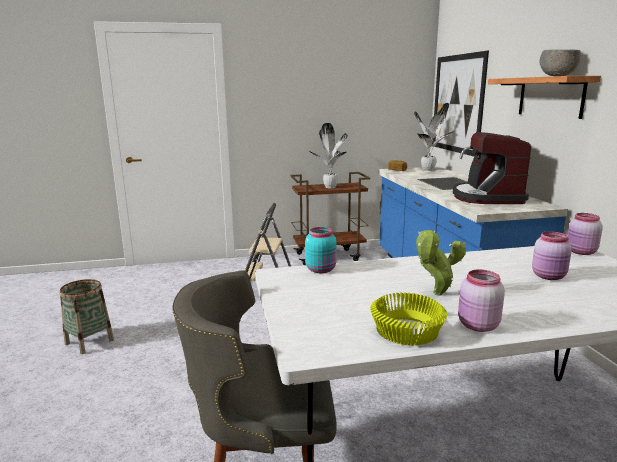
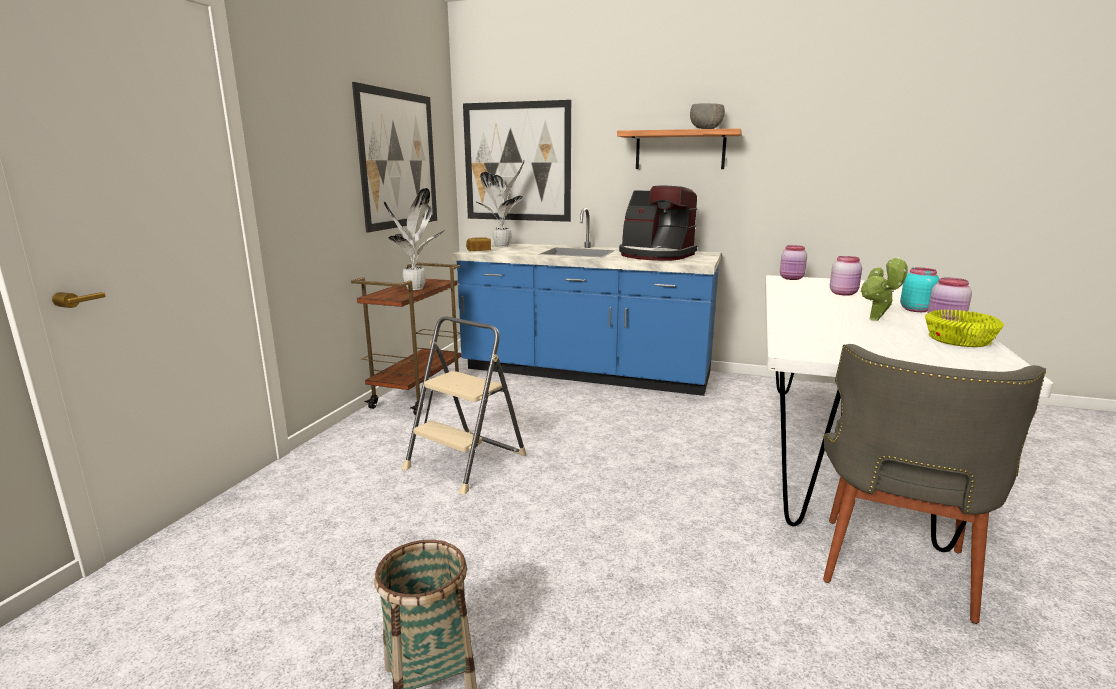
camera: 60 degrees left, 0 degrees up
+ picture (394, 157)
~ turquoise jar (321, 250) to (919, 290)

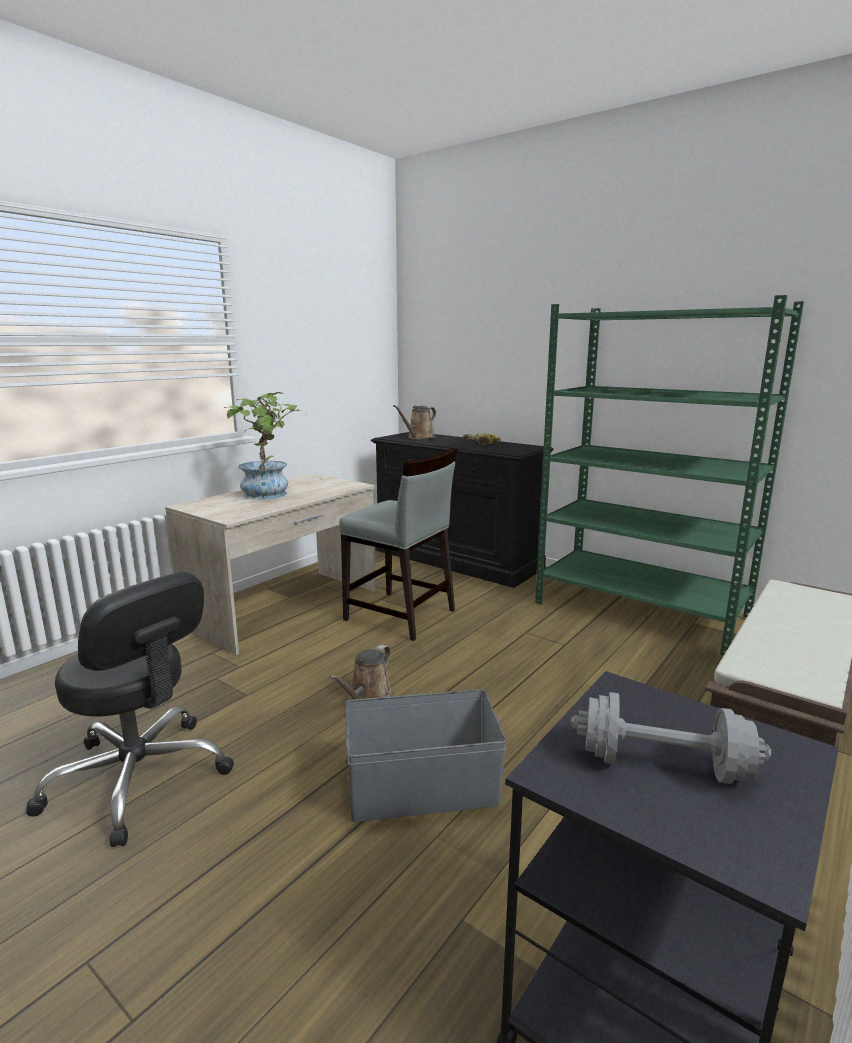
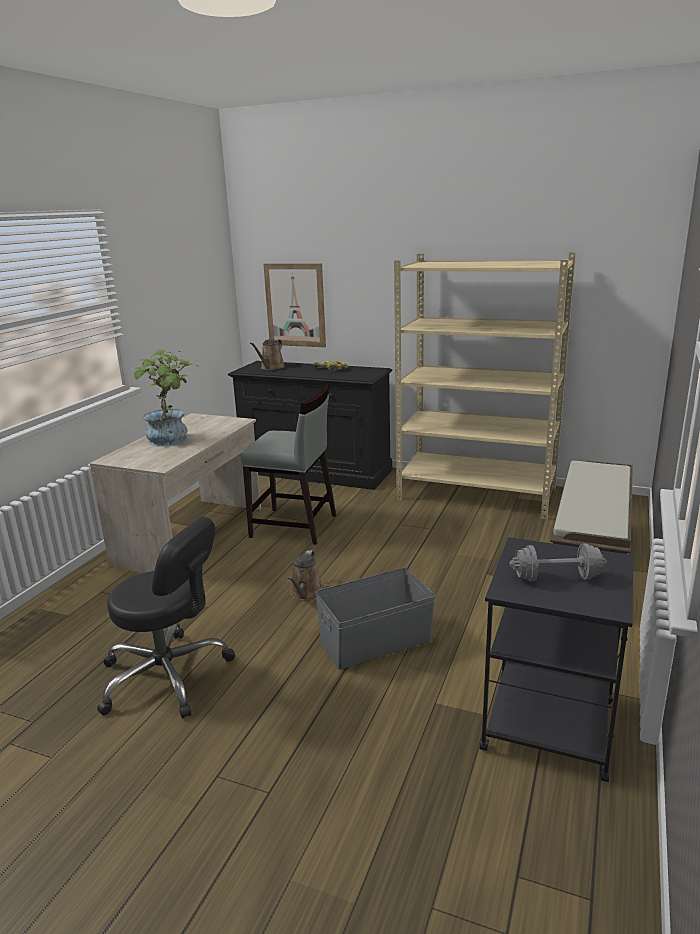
camera: 15 degrees left, 5 degrees up
+ picture (294, 305)
~ green bookcase (669, 475) to beige bookcase (485, 385)

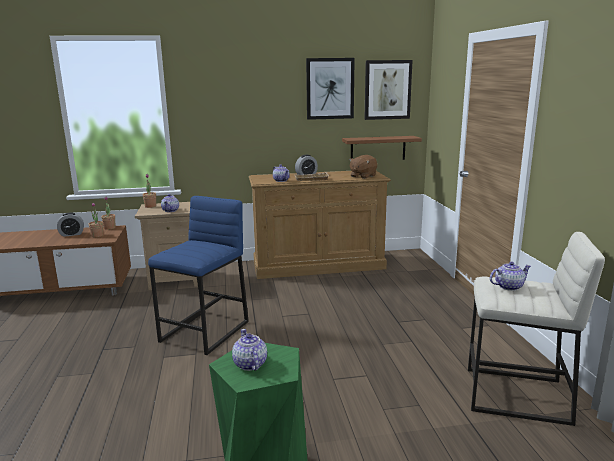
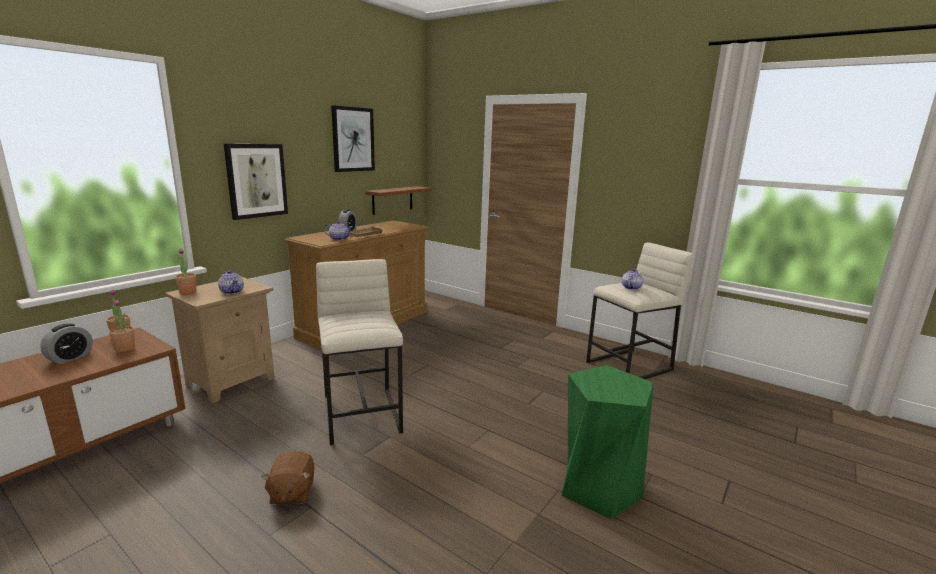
camera: 45 degrees left, 0 degrees up
~ picture (388, 90) to (256, 182)
~ brown plush toy (363, 167) to (288, 478)
~ blue stool (198, 275) to beige stool (359, 352)
- teapot (249, 350)

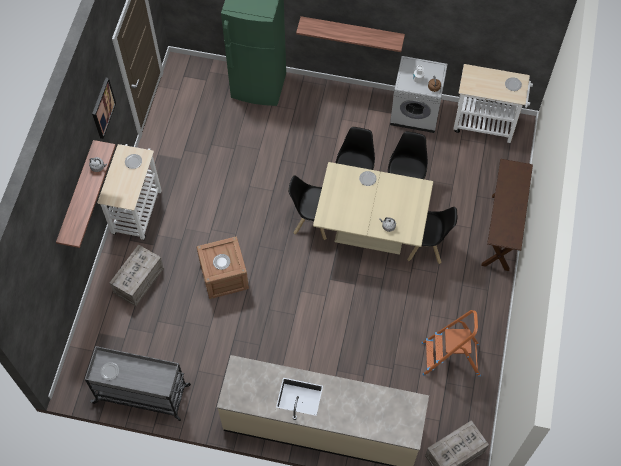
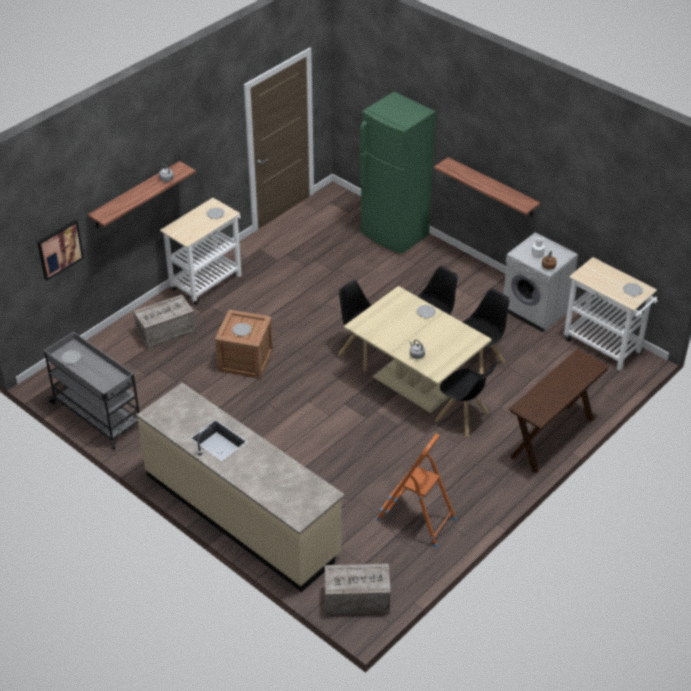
camera: 30 degrees right, 20 degrees down
~ picture (104, 108) to (60, 250)

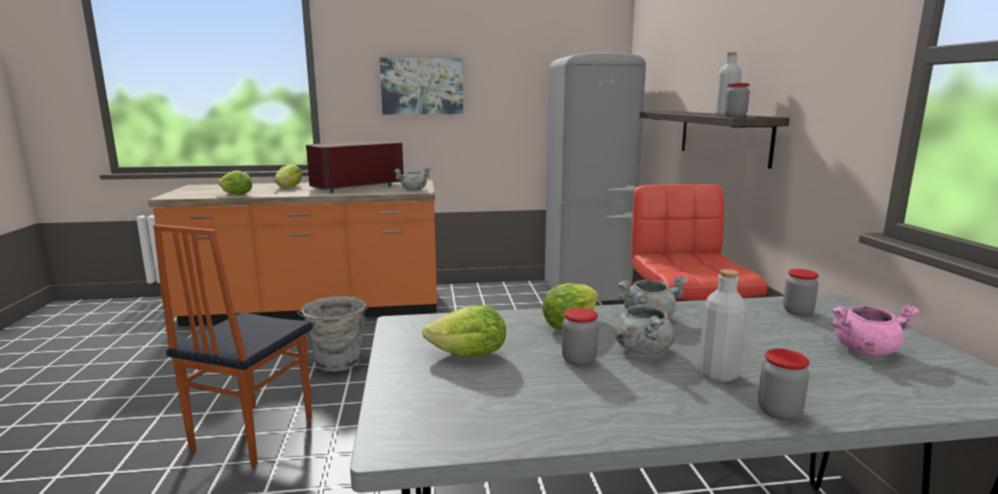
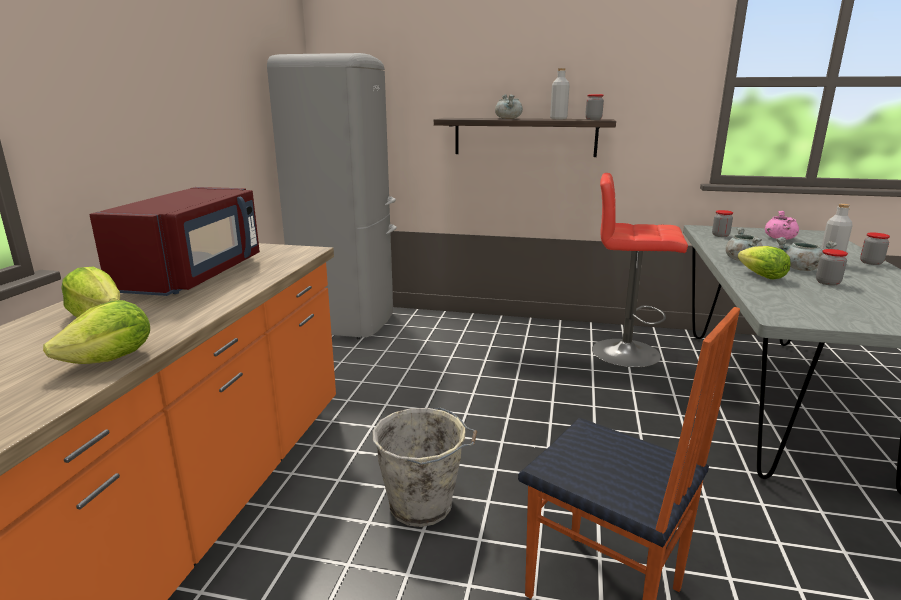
camera: 70 degrees left, 5 degrees up
~ red microwave (355, 166) = (174, 241) 150 degrees counterclockwise
~ grey cooking pot (412, 179) to (509, 106)
- picture (421, 86)
- lettuce (464, 330)

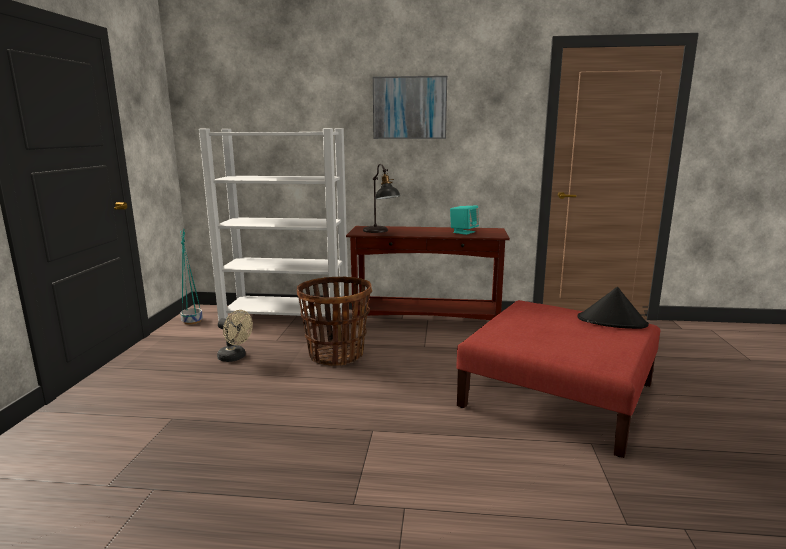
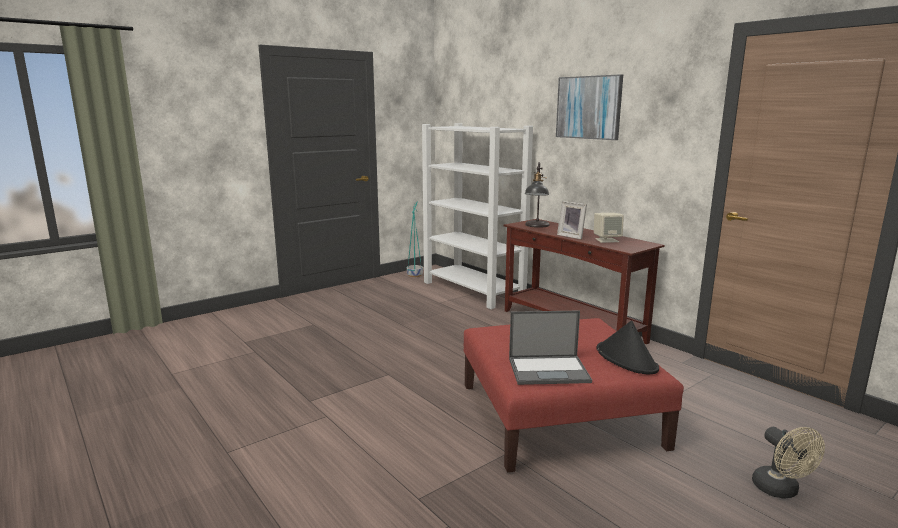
camera: 45 degrees right, 0 degrees up
+ laptop (550, 347)
+ picture frame (572, 220)
~ turquoise speaker (464, 220) to beige speaker (609, 228)
~ beige fan (235, 336) to (788, 463)
- basket (334, 321)

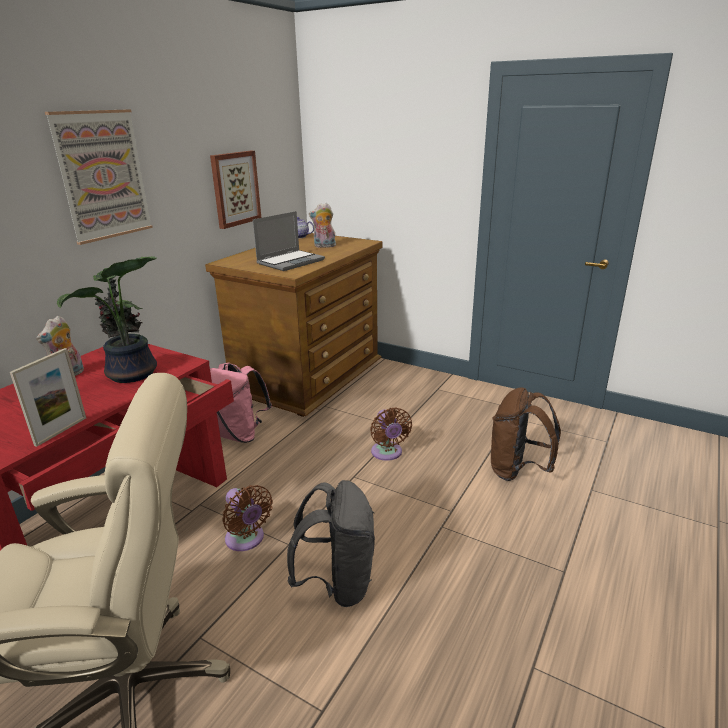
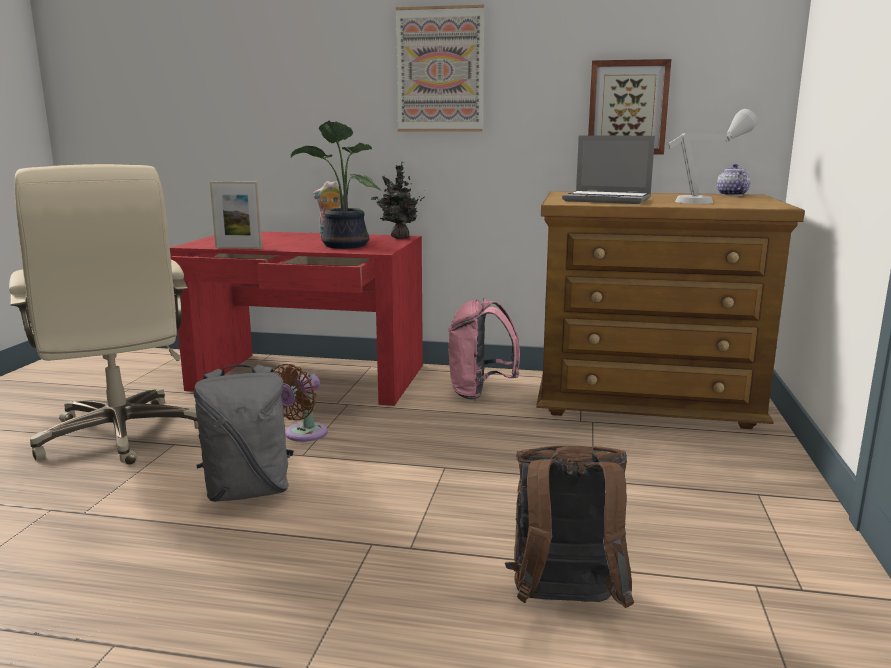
camera: 70 degrees right, 10 degrees down
~ plush toy (322, 225) to grey table lamp (713, 156)
- brown fan (391, 434)

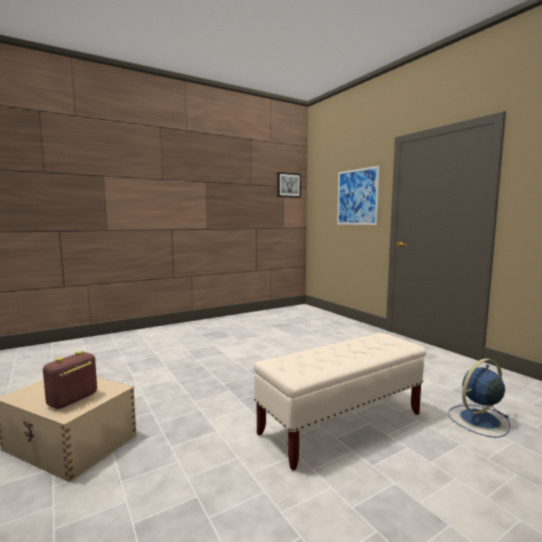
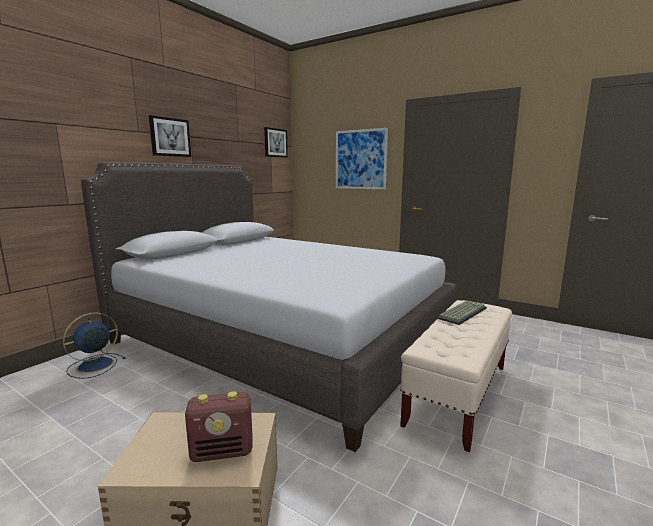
camera: 25 degrees left, 5 degrees up
~ blue fan (479, 398) to (94, 345)
+ grey bed (269, 307)
+ picture (170, 136)
~ radio (70, 380) = (219, 426) 105 degrees counterclockwise
+ keyboard (462, 312)

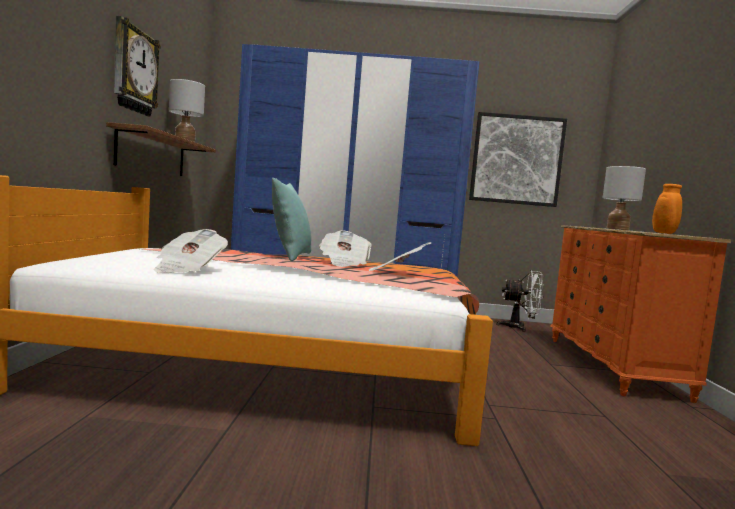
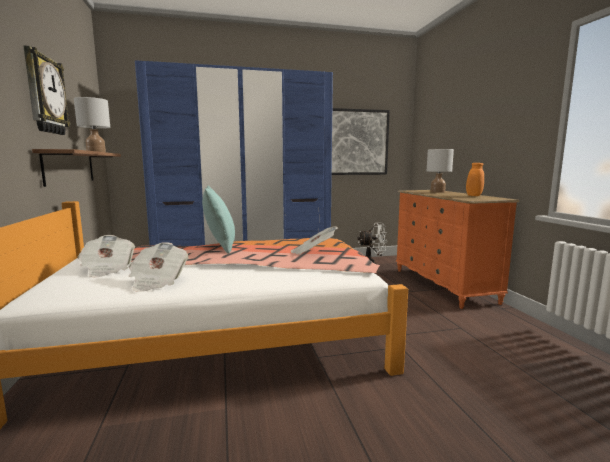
camera: 15 degrees left, 5 degrees up
~ newspaper (345, 248) to (106, 256)

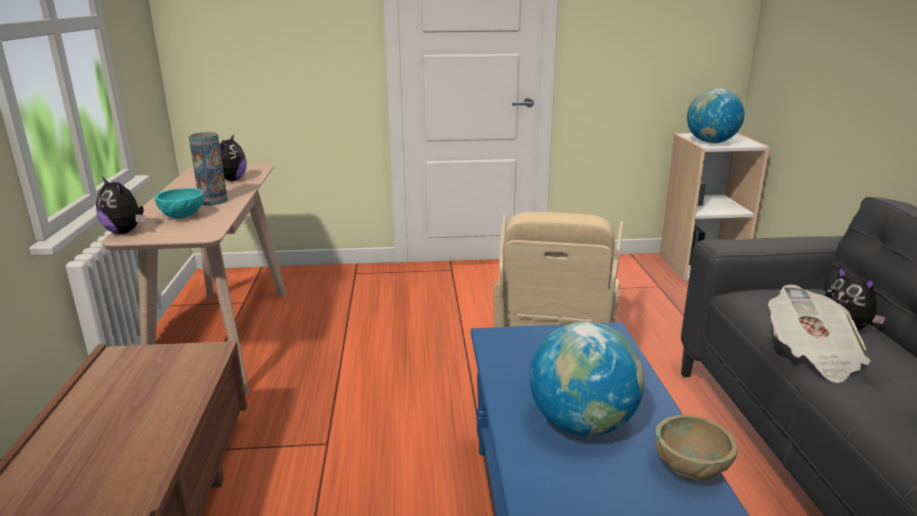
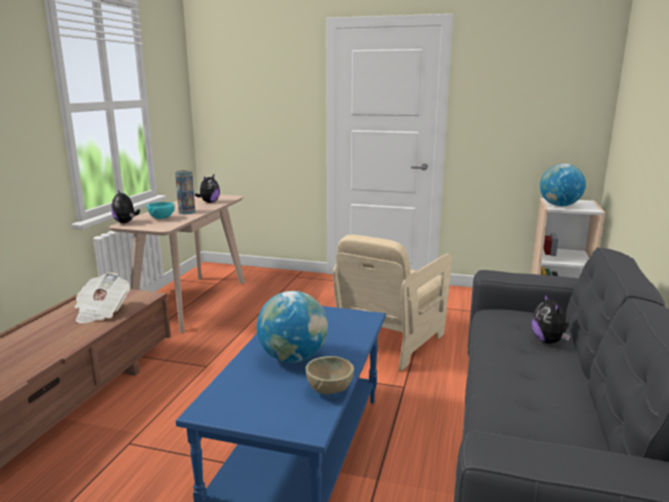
camera: 20 degrees right, 5 degrees down
~ newspaper (819, 334) to (102, 298)

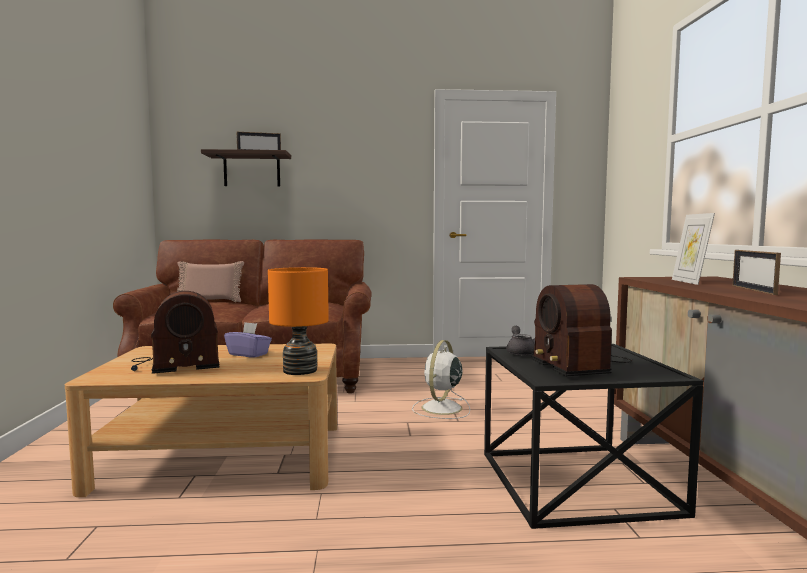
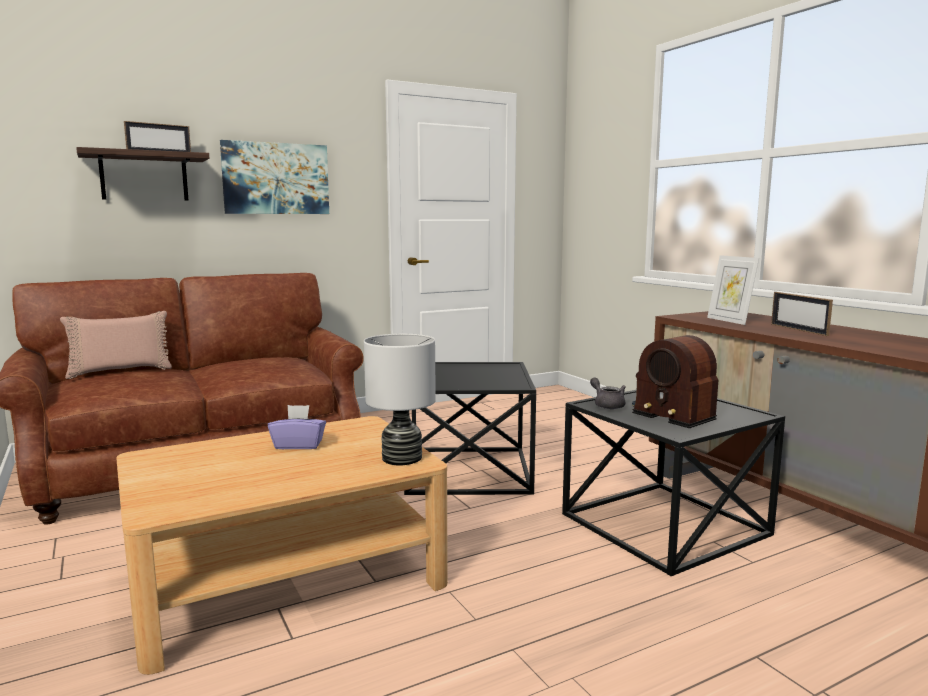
camera: 25 degrees left, 5 degrees up
+ picture (274, 177)
~ orange table lamp (298, 321) to grey table lamp (400, 400)
~ white fan (441, 379) to black side table (470, 428)
- radio (175, 332)

